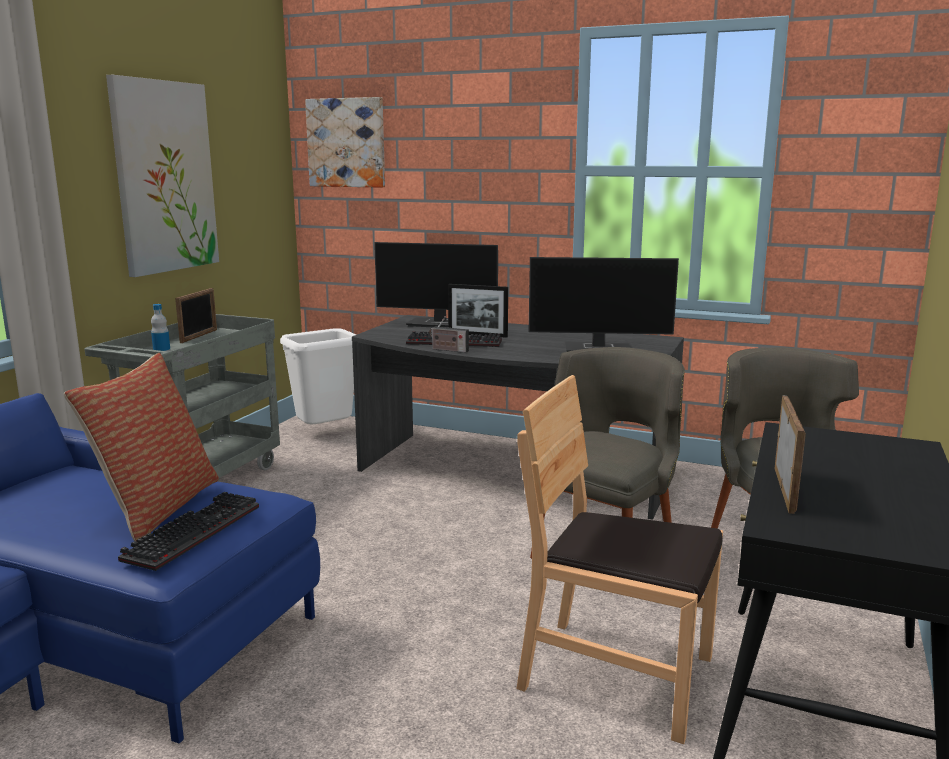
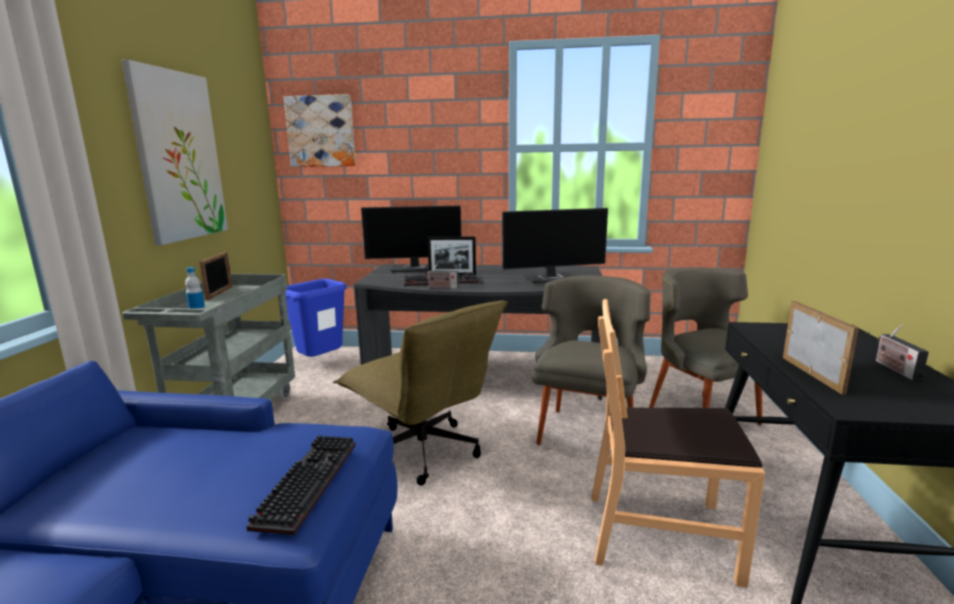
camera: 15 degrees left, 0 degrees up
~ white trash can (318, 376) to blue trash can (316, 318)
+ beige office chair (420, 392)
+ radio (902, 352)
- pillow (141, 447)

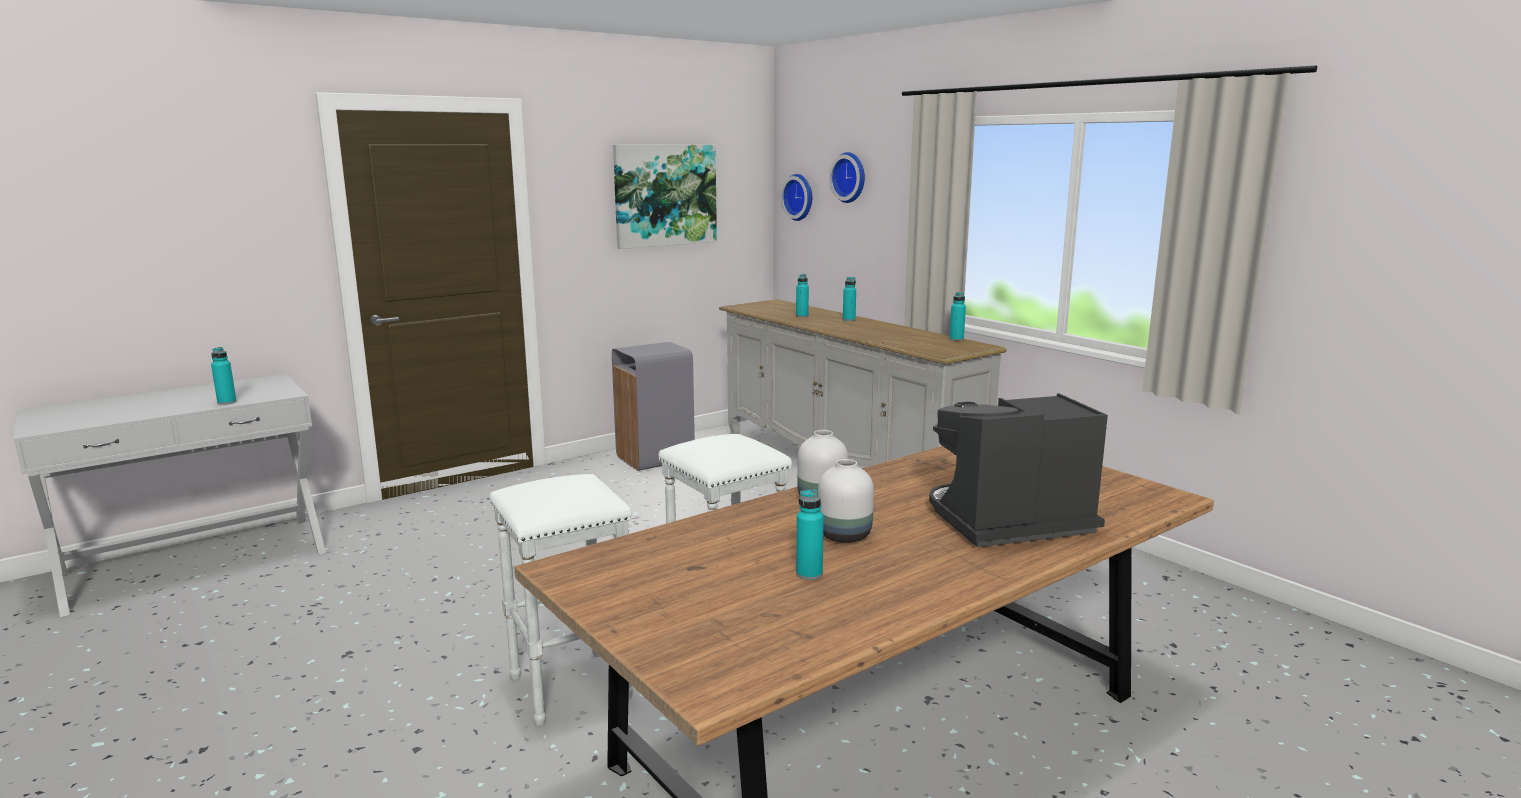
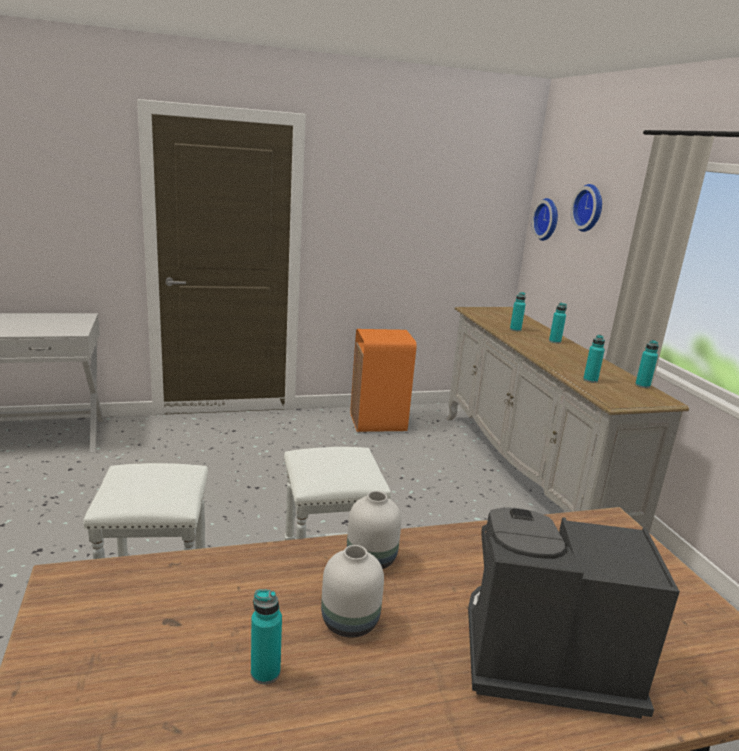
camera: 20 degrees right, 5 degrees up
~ grey trash can (653, 406) to orange trash can (383, 380)
~ turquoise bottle (224, 376) to (594, 359)
- picture (665, 197)

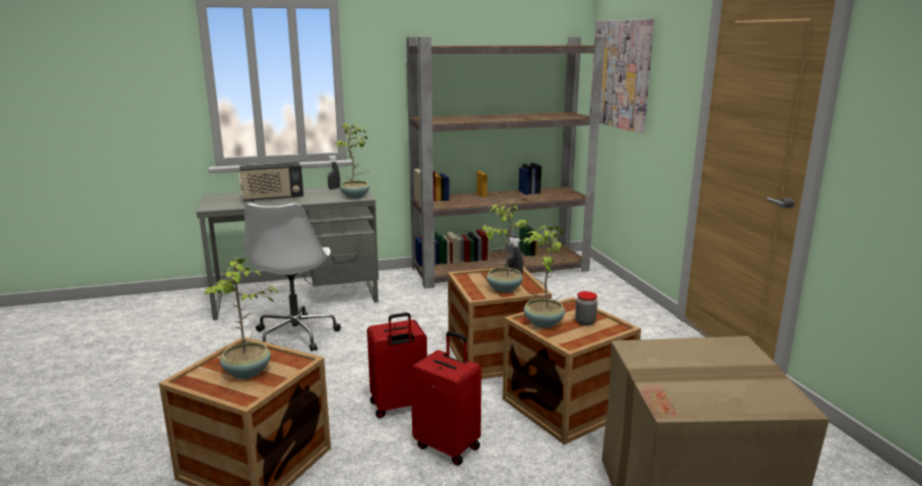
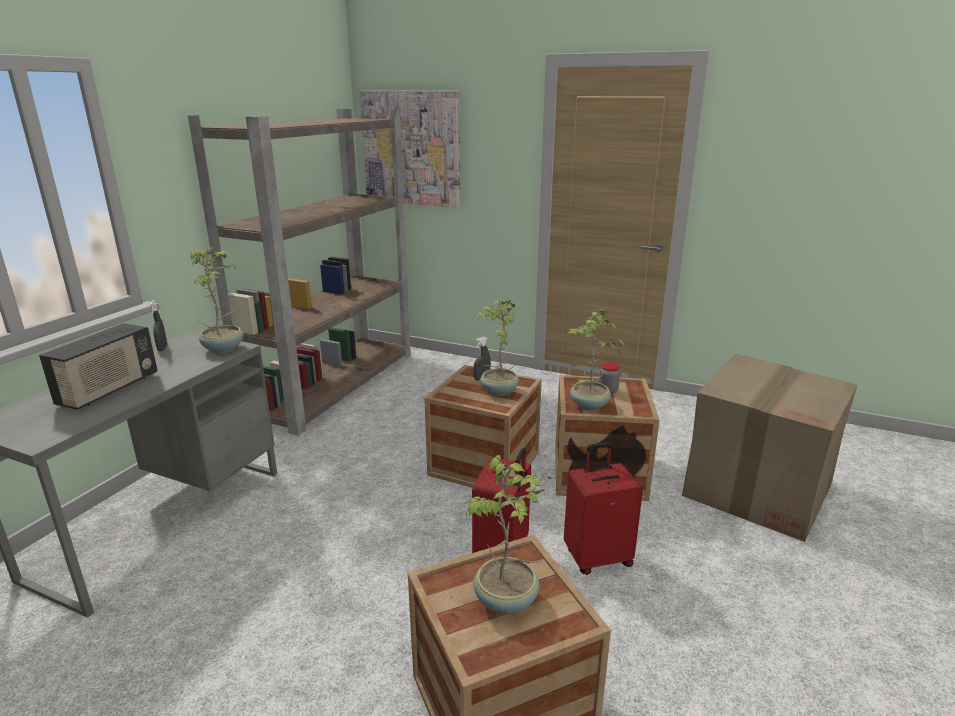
camera: 50 degrees left, 5 degrees up
- white office chair (292, 277)

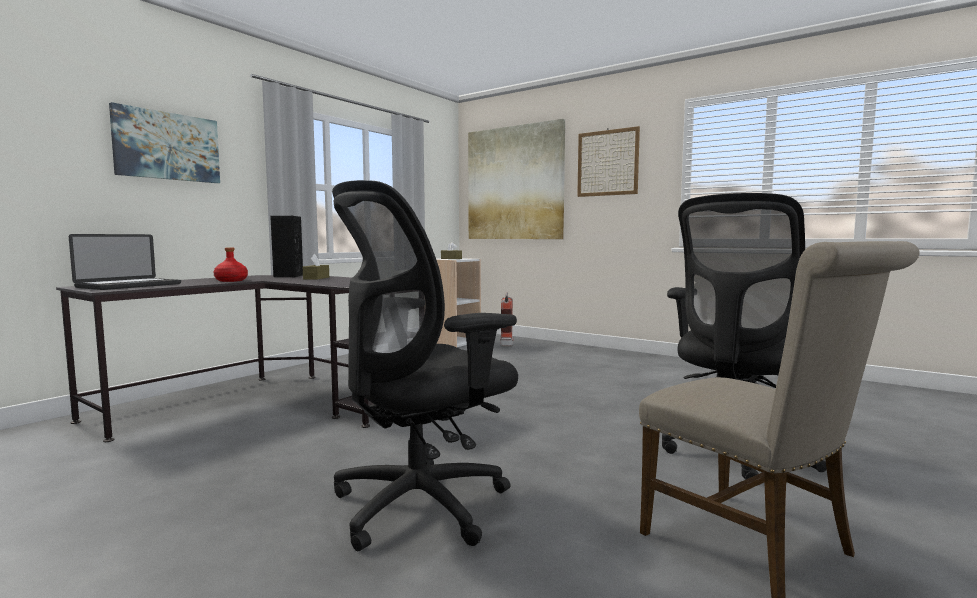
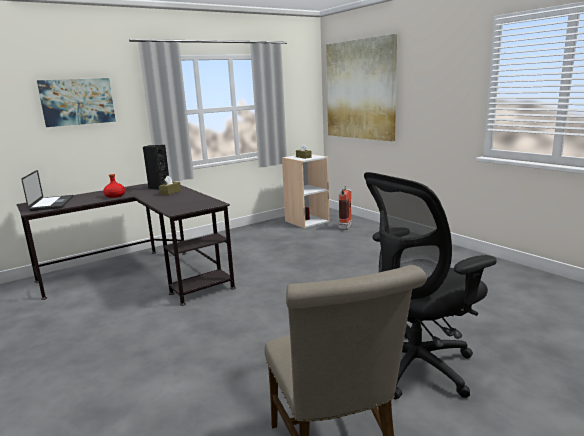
camera: 20 degrees right, 10 degrees up
~ laptop (125, 262) = (47, 190) 60 degrees counterclockwise
- black office chair (425, 365)
- picture (608, 161)

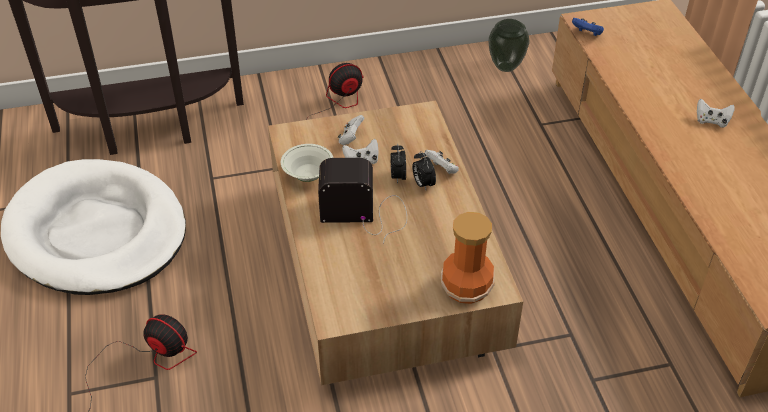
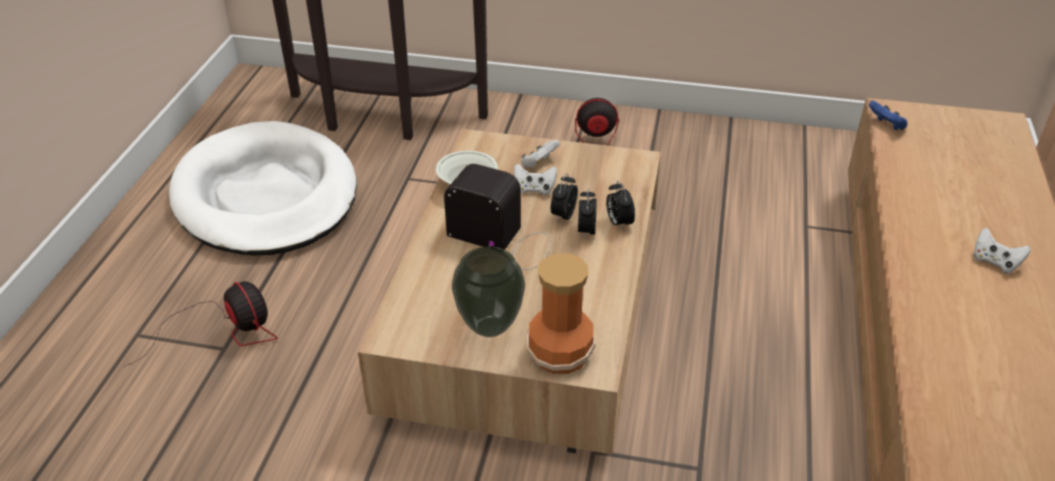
camera: 25 degrees right, 5 degrees down
~ vase (508, 45) to (488, 292)
~ white game controller (441, 162) to alarm clock (620, 206)

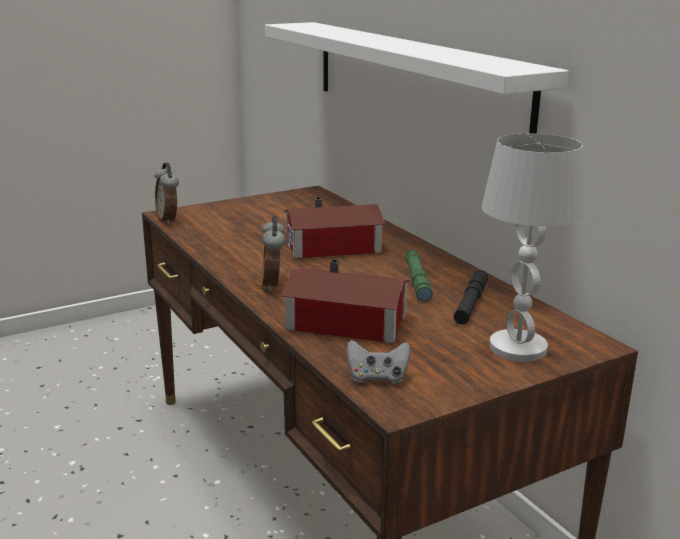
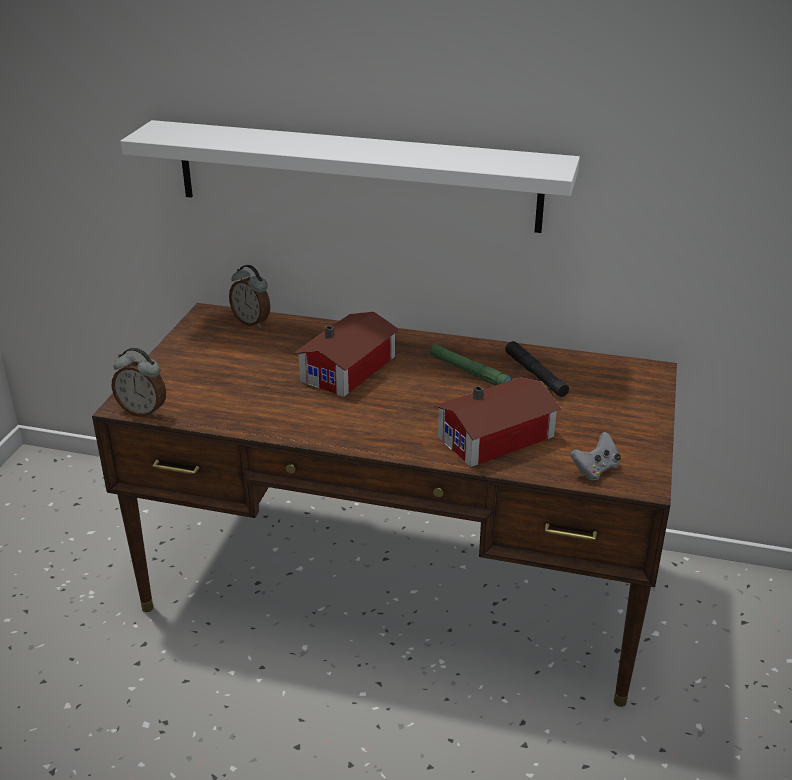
camera: 45 degrees left, 10 degrees up
~ alarm clock (273, 253) to (249, 296)
- white table lamp (533, 247)

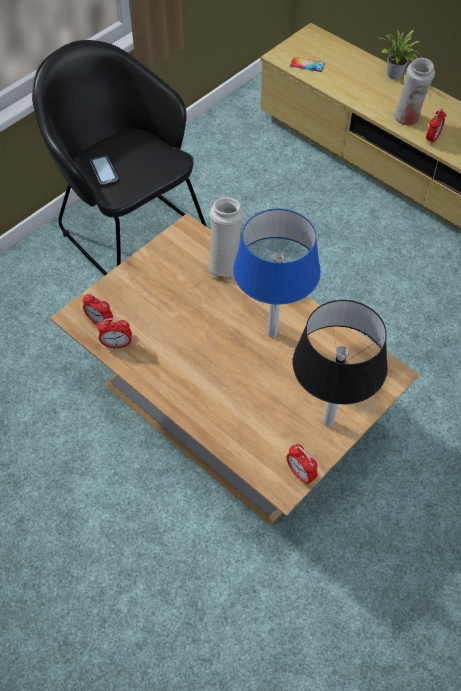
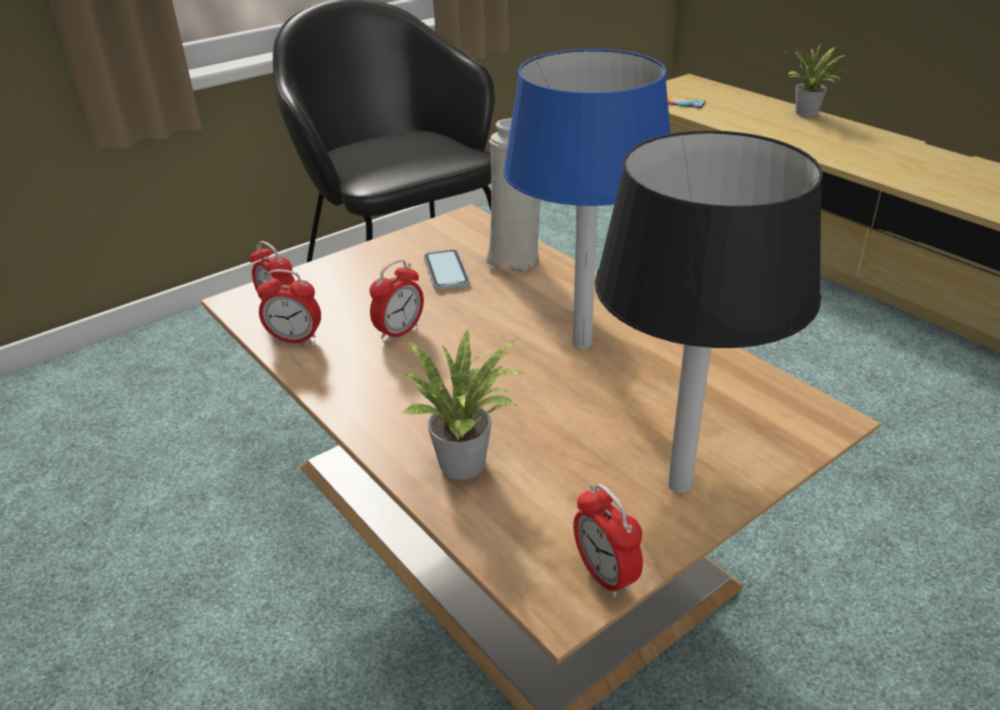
camera: 10 degrees right, 20 degrees down
~ alarm clock (436, 126) to (397, 301)
+ potted plant (464, 404)
~ phone (104, 170) to (447, 269)
- white vase (414, 91)

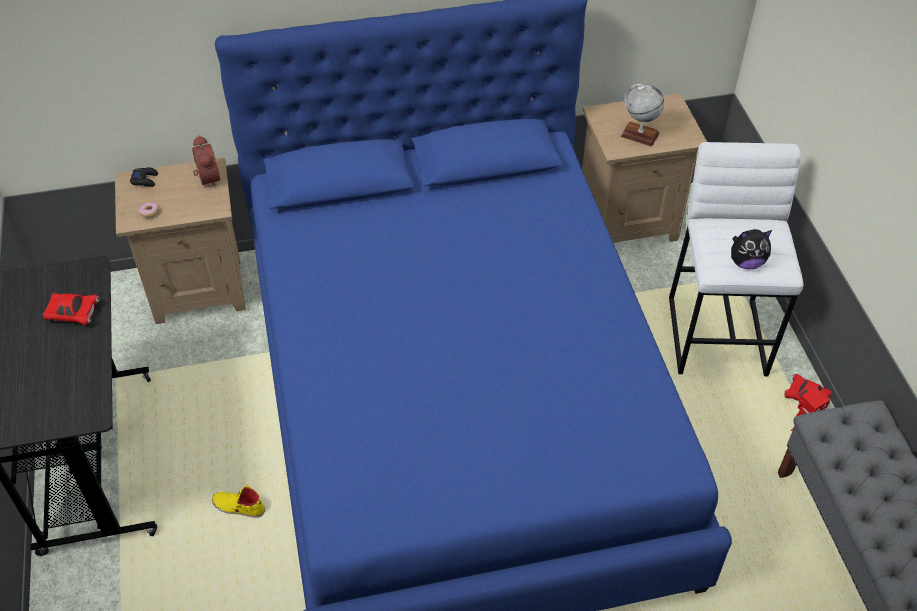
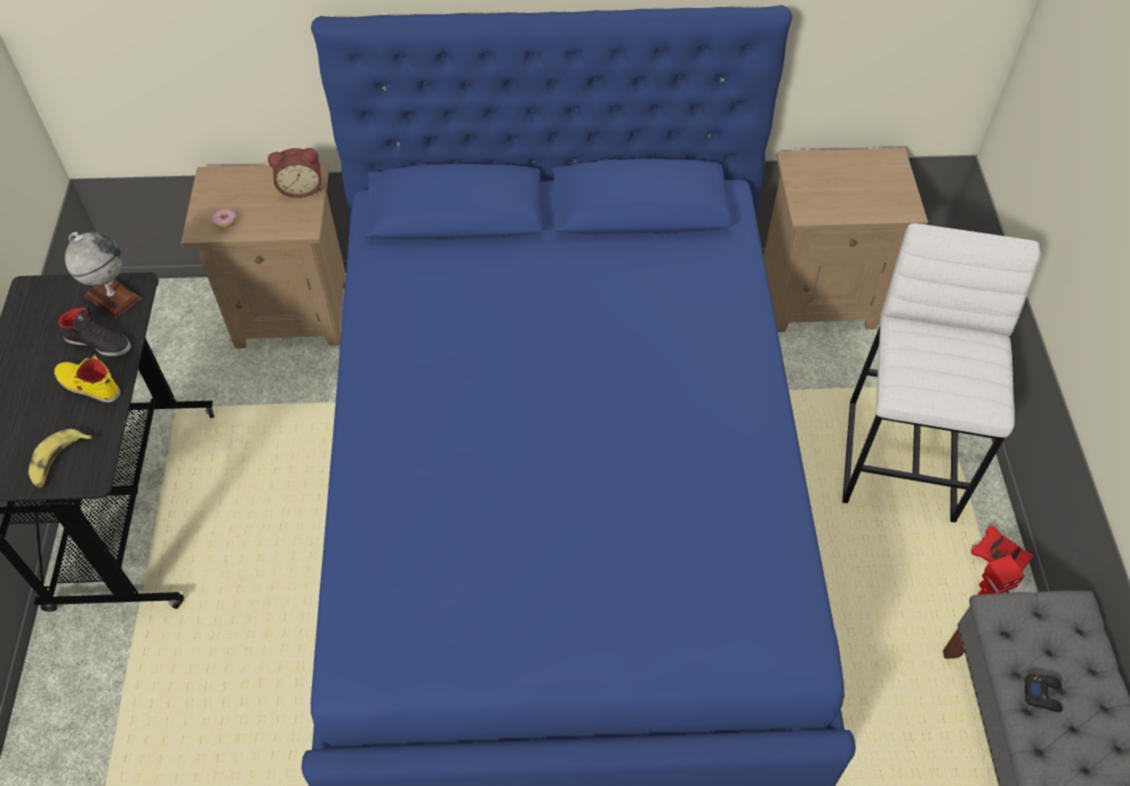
camera: 10 degrees right, 5 degrees up
+ banana (60, 458)
~ yellow shoe (238, 501) to (87, 379)
~ red toy car (71, 309) to black shoe (94, 330)
~ globe (642, 115) to (103, 275)
~ alarm clock (206, 161) = (294, 173) 90 degrees clockwise
~ black game controller (144, 177) to (1043, 693)
- plush toy (751, 249)

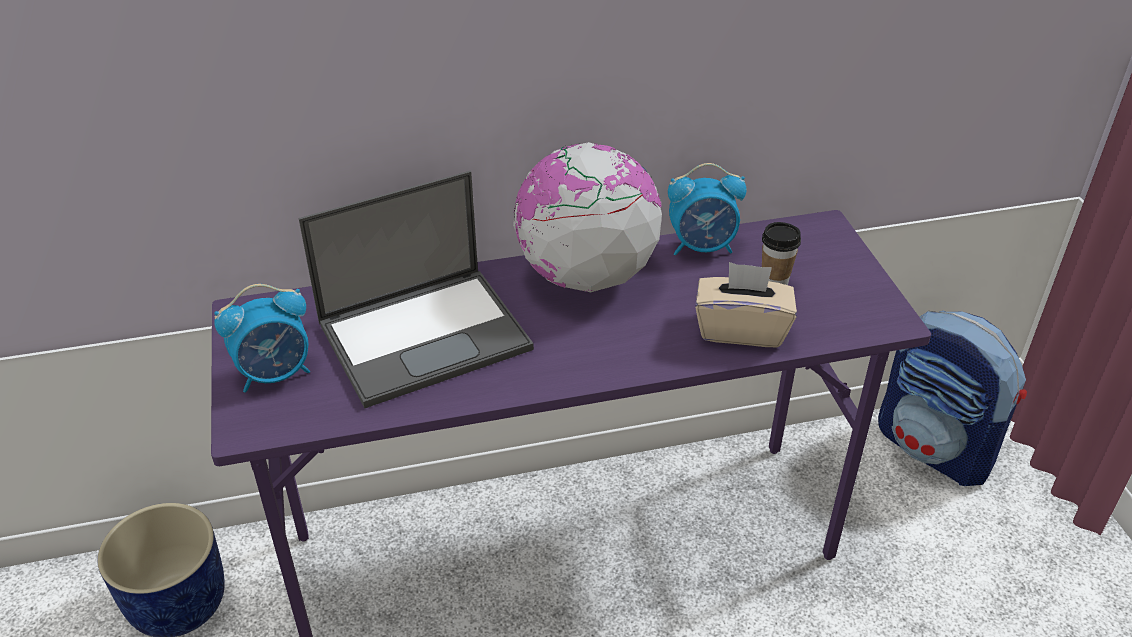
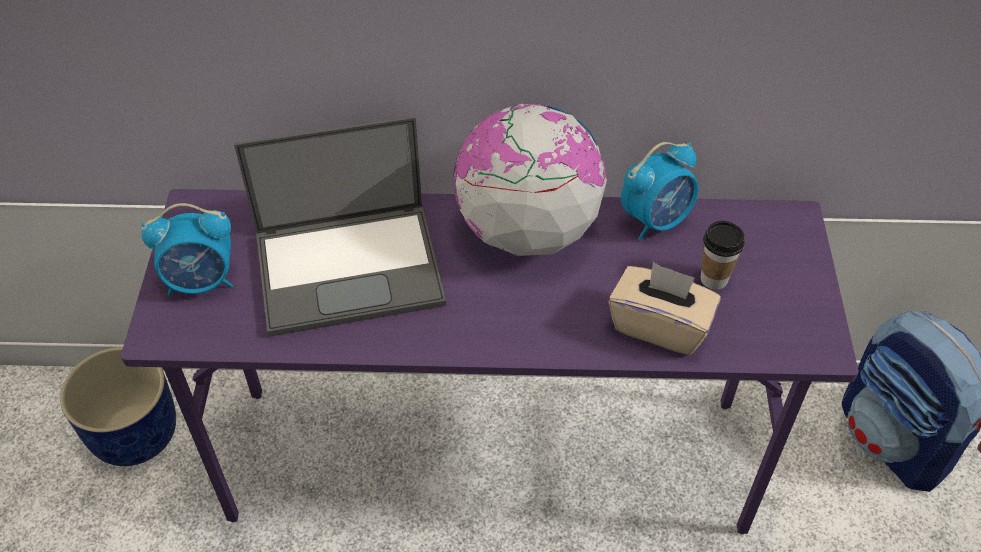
camera: 15 degrees right, 10 degrees up
~ alarm clock (707, 209) = (660, 191) 45 degrees counterclockwise

